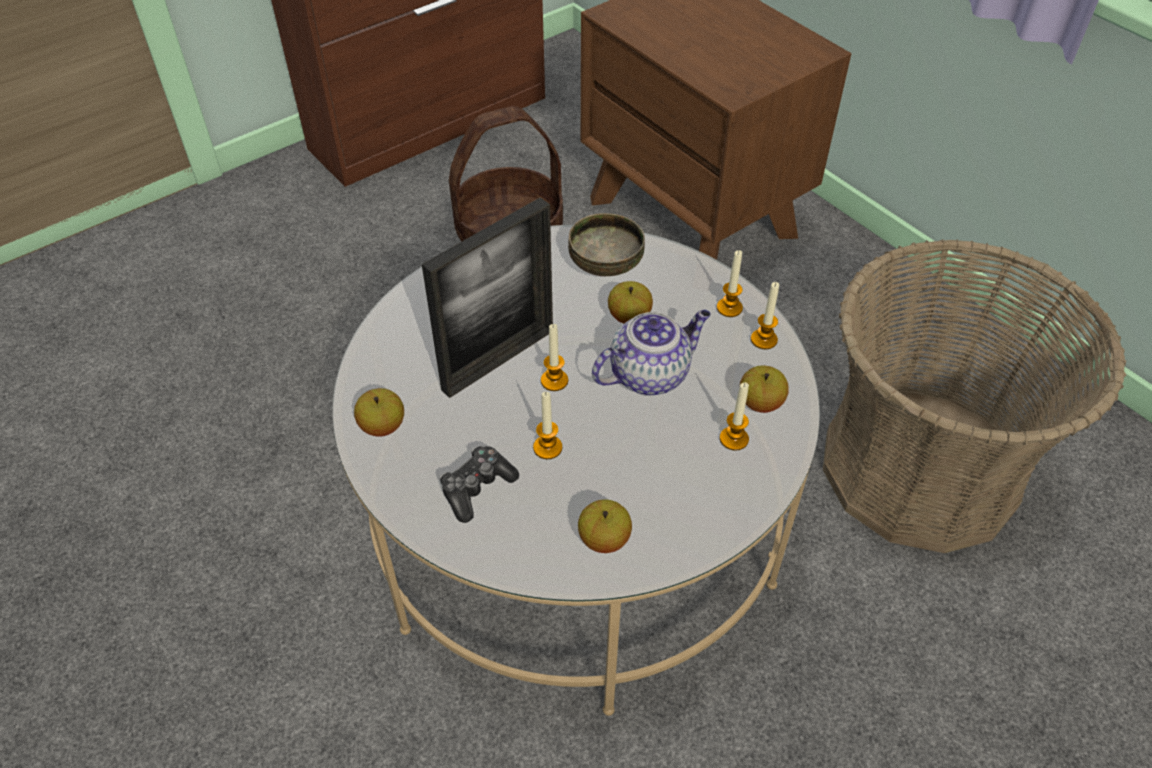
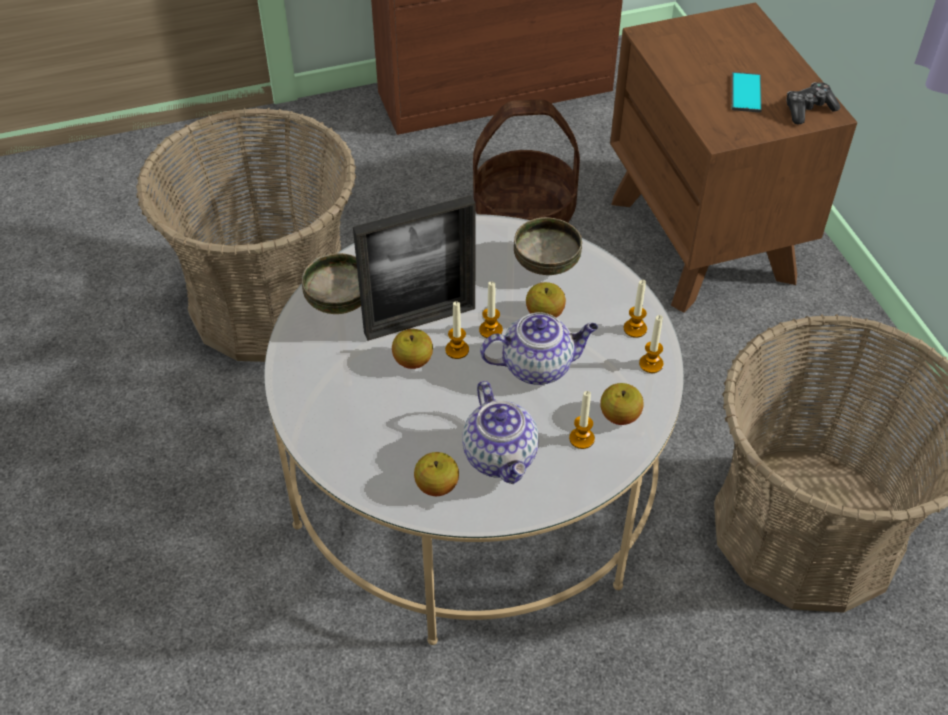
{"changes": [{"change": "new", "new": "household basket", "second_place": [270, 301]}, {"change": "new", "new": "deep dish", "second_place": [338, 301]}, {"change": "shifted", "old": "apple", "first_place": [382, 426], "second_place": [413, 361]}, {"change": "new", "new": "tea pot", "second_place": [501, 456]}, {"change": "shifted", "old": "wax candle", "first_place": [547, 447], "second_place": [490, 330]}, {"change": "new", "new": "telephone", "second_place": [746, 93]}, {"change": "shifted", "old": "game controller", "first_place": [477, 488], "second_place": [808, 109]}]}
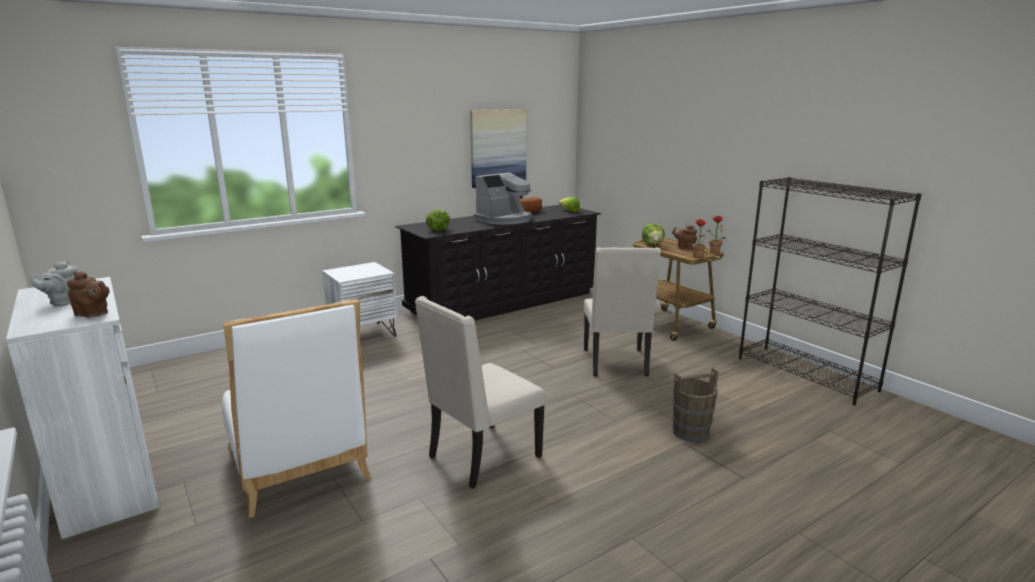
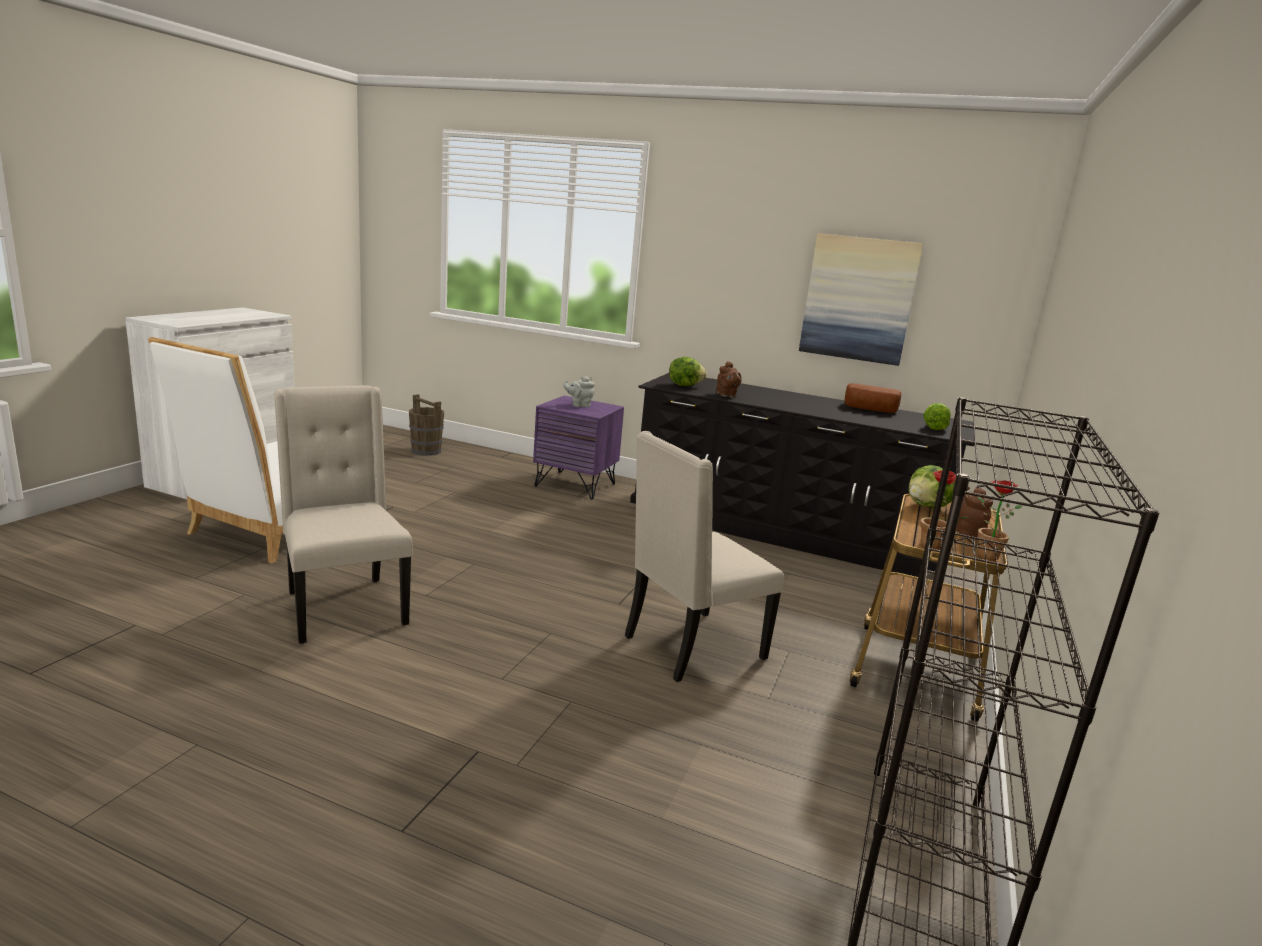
{"changes": [{"change": "rotated", "old": "plain chair (beige)", "first_place": [482, 457], "second_place": [343, 607], "degrees": 45}, {"change": "shifted", "old": "pail (brown)", "first_place": [690, 432], "second_place": [426, 451]}, {"change": "repainted", "old": "nightstand (whitish)", "new": "nightstand (purple-coloured)", "first_place": [363, 335], "second_place": [575, 485]}, {"change": "shifted", "old": "tea pot (greyish)", "first_place": [63, 303], "second_place": [579, 405]}, {"change": "shifted", "old": "tea pot (brown)", "first_place": [93, 314], "second_place": [726, 395]}, {"change": "gone", "old": "coffee maker", "first_place": [504, 219]}]}
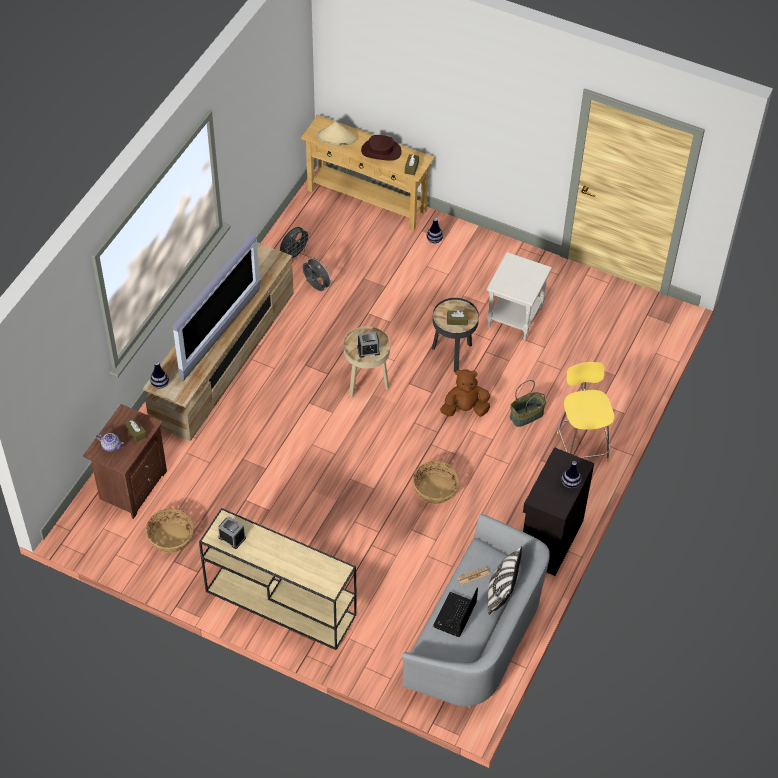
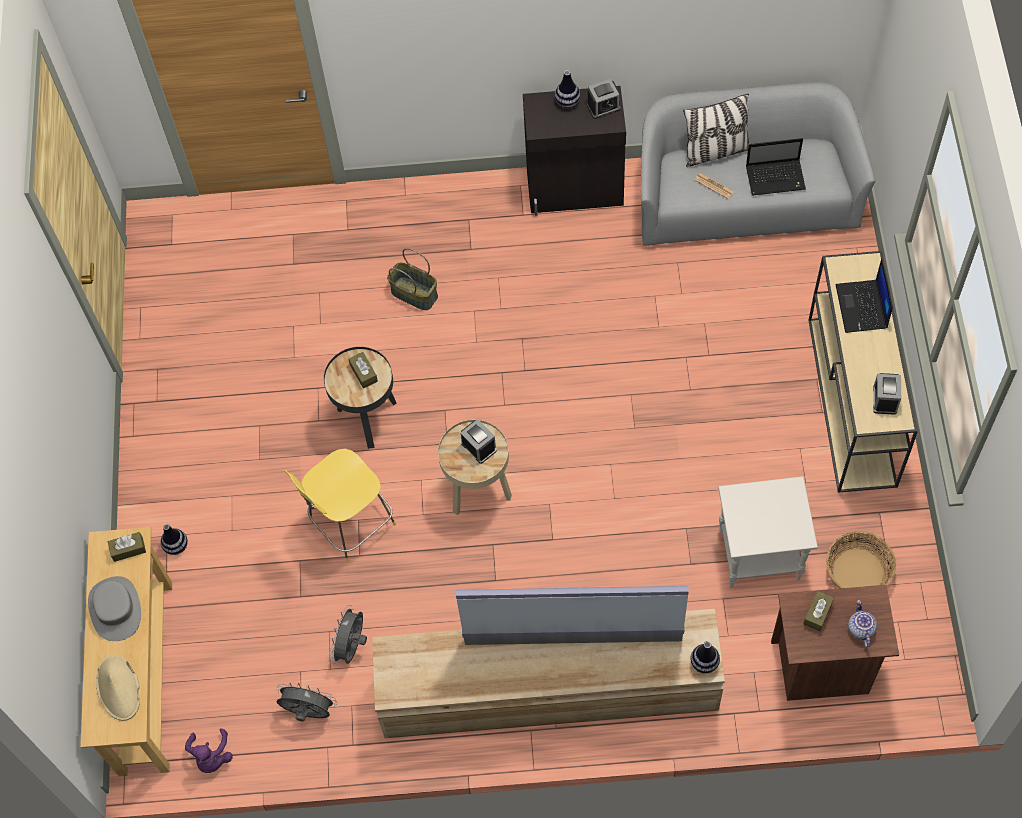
{"changes": [{"change": "repainted", "old": "wearable hat (brown)", "new": "wearable hat (greyish)", "first_place": [381, 151], "second_place": [116, 609]}, {"change": "new", "new": "plush toy (purple-coloured)", "second_place": [211, 757]}, {"change": "shifted", "old": "stool (yellow-coloured)", "first_place": [582, 445], "second_place": [350, 523]}, {"change": "new", "new": "bedside clock", "second_place": [603, 106]}, {"change": "shifted", "old": "end table (whitish)", "first_place": [515, 318], "second_place": [760, 553]}, {"change": "new", "new": "notebook computer", "second_place": [862, 307]}, {"change": "gone", "old": "household basket", "first_place": [435, 489]}, {"change": "gone", "old": "plush toy (brown)", "first_place": [465, 409]}]}
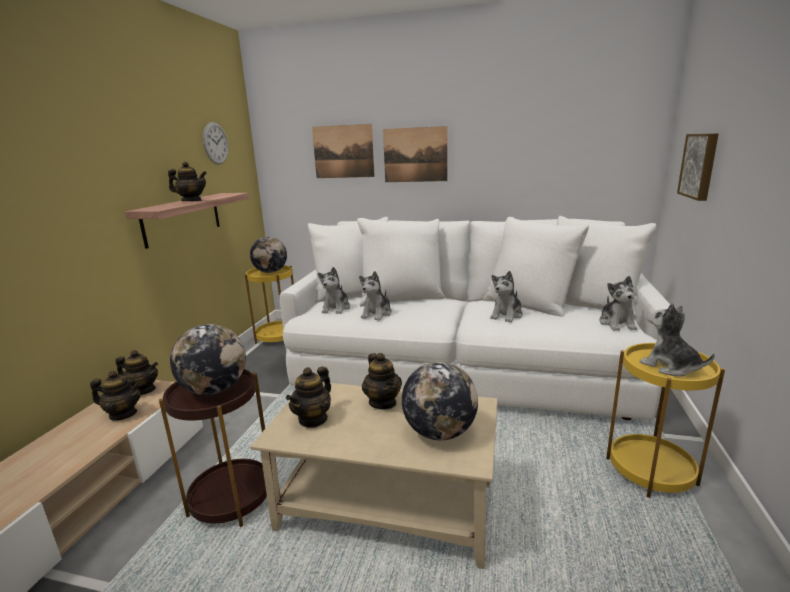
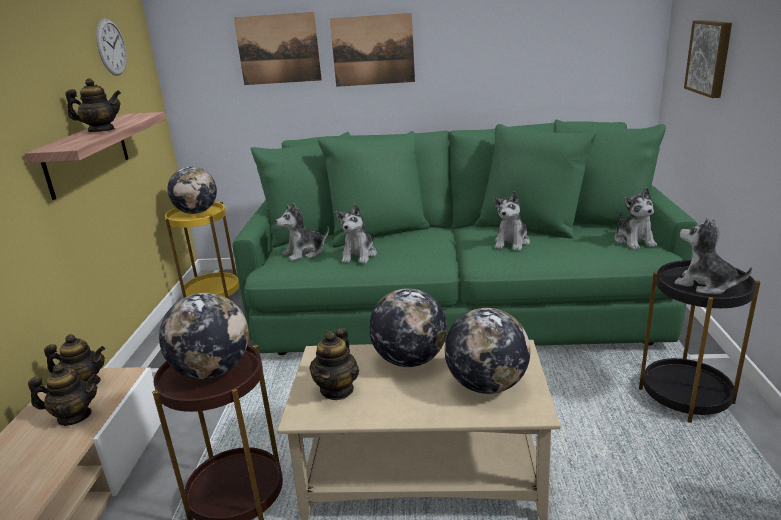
{"changes": [{"change": "repainted", "old": "couch (whitish)", "new": "couch (green-coloured)", "first_place": [464, 364], "second_place": [456, 303]}, {"change": "rotated", "old": "plush toy", "first_place": [336, 308], "second_place": [305, 253], "degrees": 60}, {"change": "swapped", "old": "tea pot", "new": "world globe", "first_place": [383, 402], "second_place": [409, 360]}, {"change": "repainted", "old": "end table (yellow-coloured)", "new": "end table (black)", "first_place": [650, 471], "second_place": [685, 396]}]}
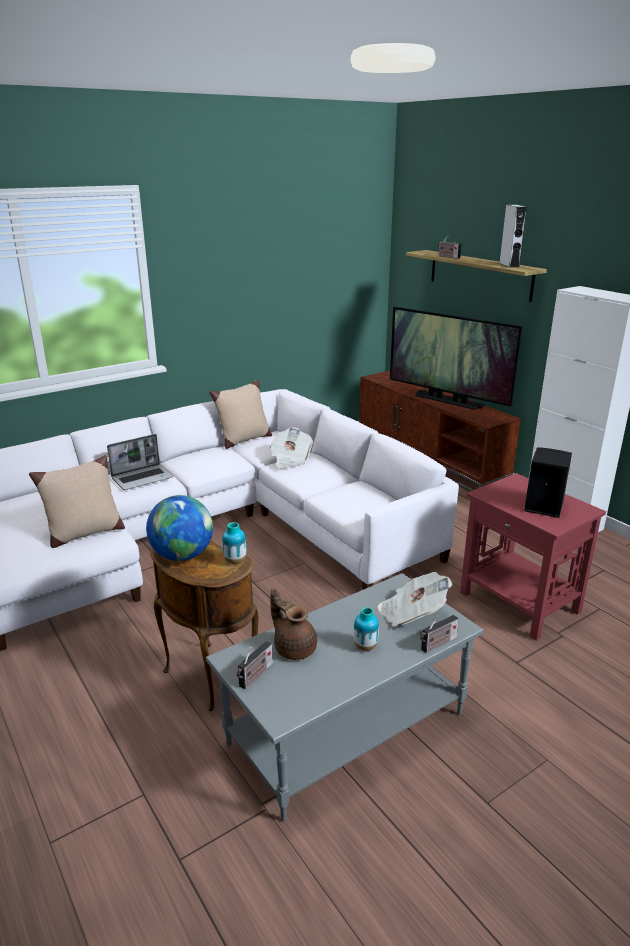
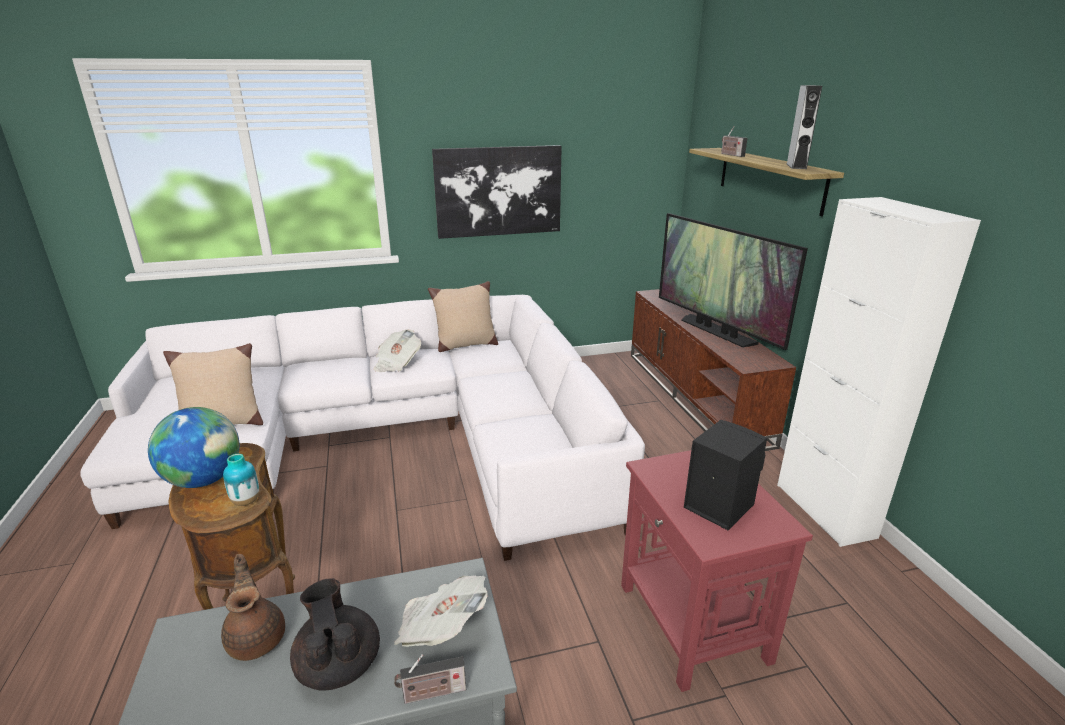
{"changes": [{"change": "swapped", "old": "vase", "new": "tea pot (black)", "first_place": [365, 646], "second_place": [339, 664]}, {"change": "shifted", "old": "newspaper", "first_place": [290, 459], "second_place": [397, 363]}, {"change": "new", "new": "wall art", "second_place": [498, 191]}, {"change": "gone", "old": "notebook computer", "first_place": [143, 478]}, {"change": "gone", "old": "radio", "first_place": [255, 676]}]}
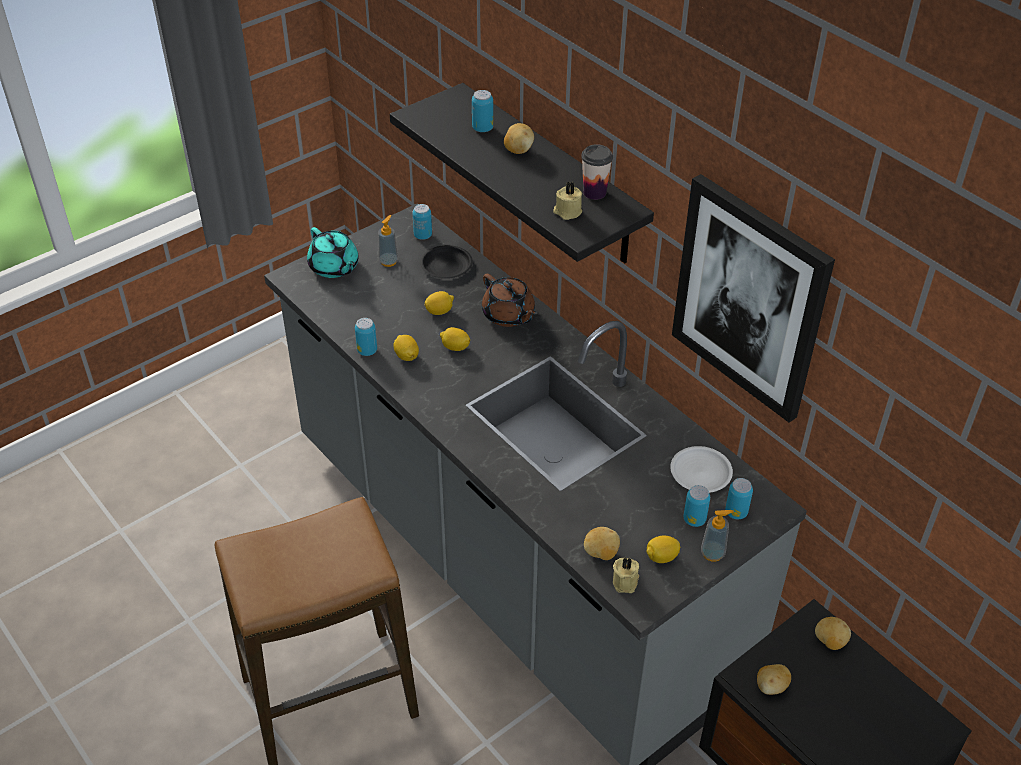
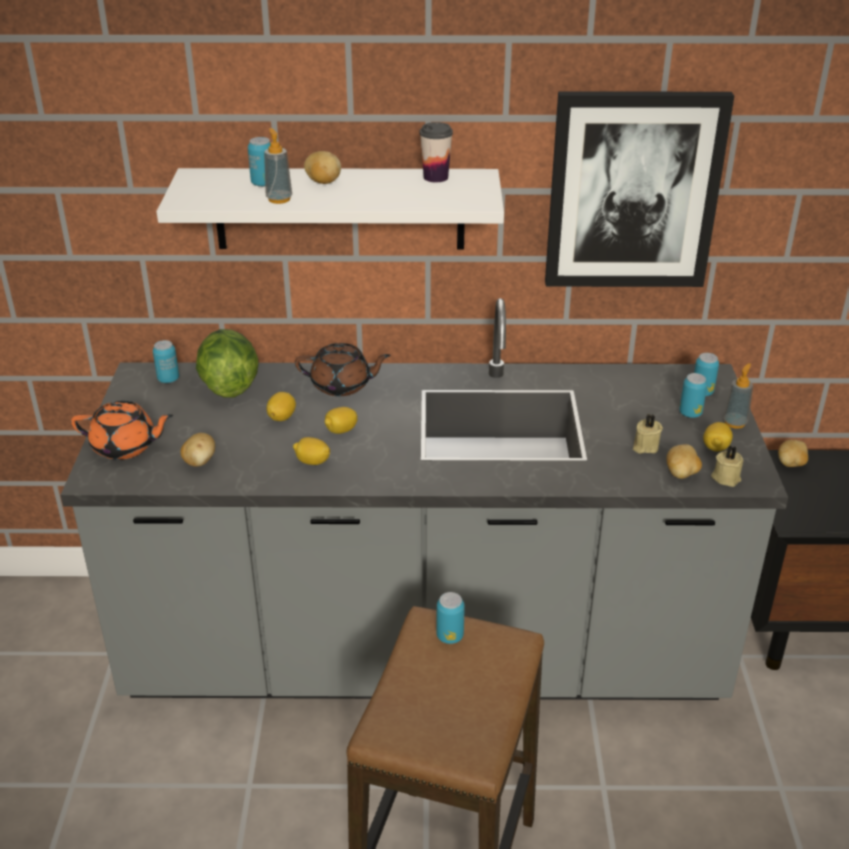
{"changes": [{"change": "repainted", "old": "tea pot (turquoise)", "new": "tea pot (orangey)", "first_place": [334, 267], "second_place": [125, 447]}, {"change": "repainted", "old": "shelf (black)", "new": "shelf (whitish)", "first_place": [551, 175], "second_place": [339, 208]}, {"change": "shifted", "old": "whole potato", "first_place": [771, 687], "second_place": [200, 462]}, {"change": "swapped", "old": "plate (black)", "new": "lettuce", "first_place": [446, 265], "second_place": [228, 386]}, {"change": "shifted", "old": "soap dispenser", "first_place": [388, 261], "second_place": [279, 199]}, {"change": "shifted", "old": "can", "first_place": [367, 351], "second_place": [450, 636]}, {"change": "shifted", "old": "wax candle (beige)", "first_place": [567, 212], "second_place": [644, 446]}, {"change": "gone", "old": "plate (whitish)", "first_place": [701, 472]}]}
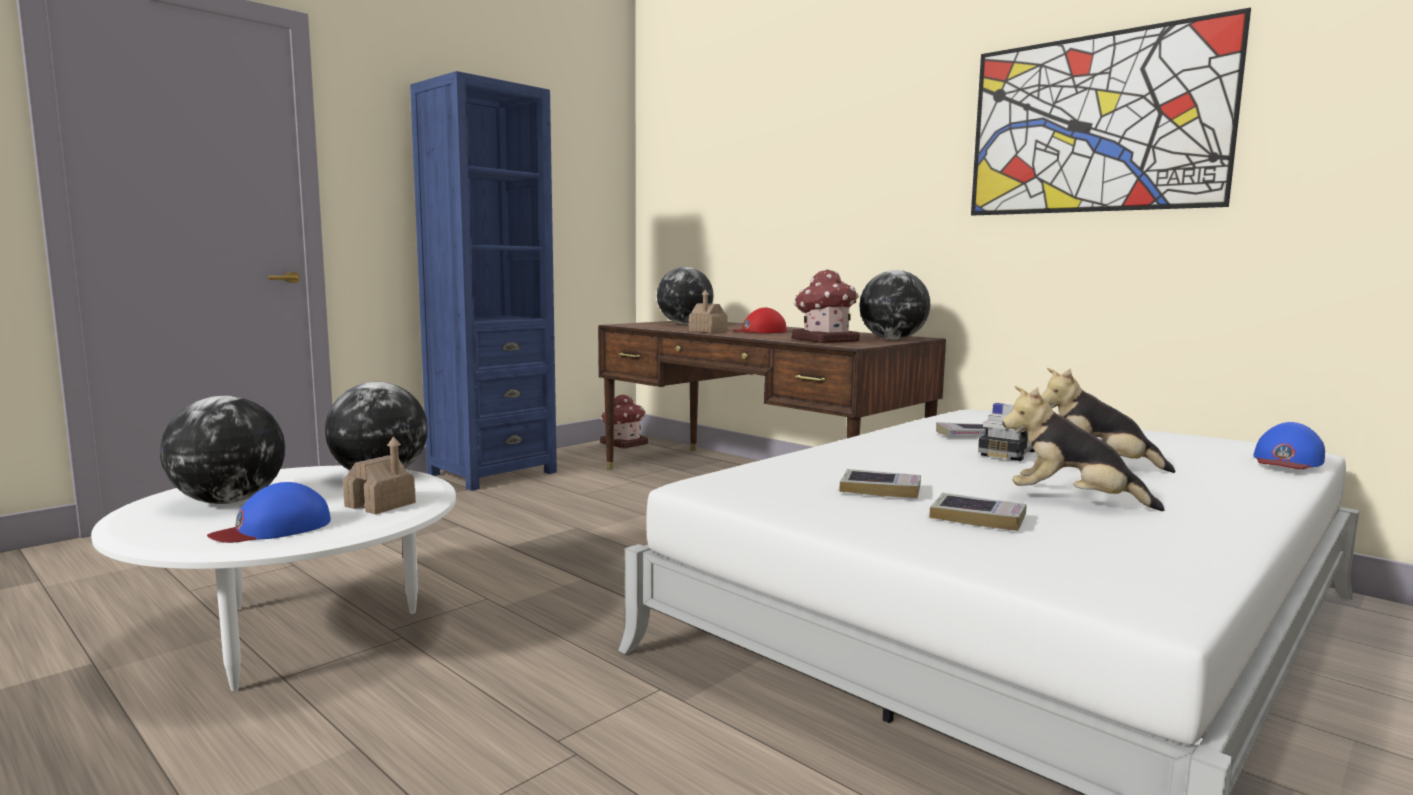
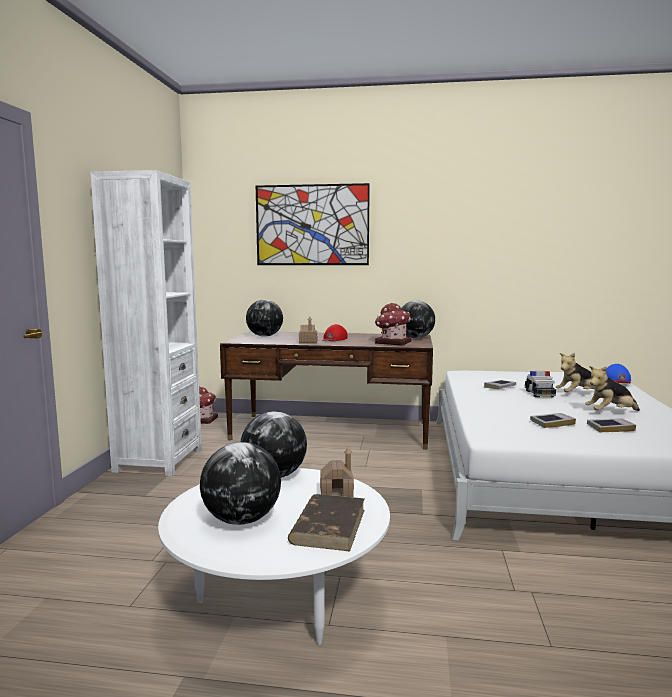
{"changes": [{"change": "repainted", "old": "bookshelf (blue-coloured)", "new": "bookshelf (whitish)", "first_place": [492, 473], "second_place": [158, 460]}, {"change": "shifted", "old": "wall art", "first_place": [1095, 124], "second_place": [312, 225]}, {"change": "swapped", "old": "cap (blue-coloured)", "new": "book (brown)", "first_place": [274, 528], "second_place": [328, 525]}]}
